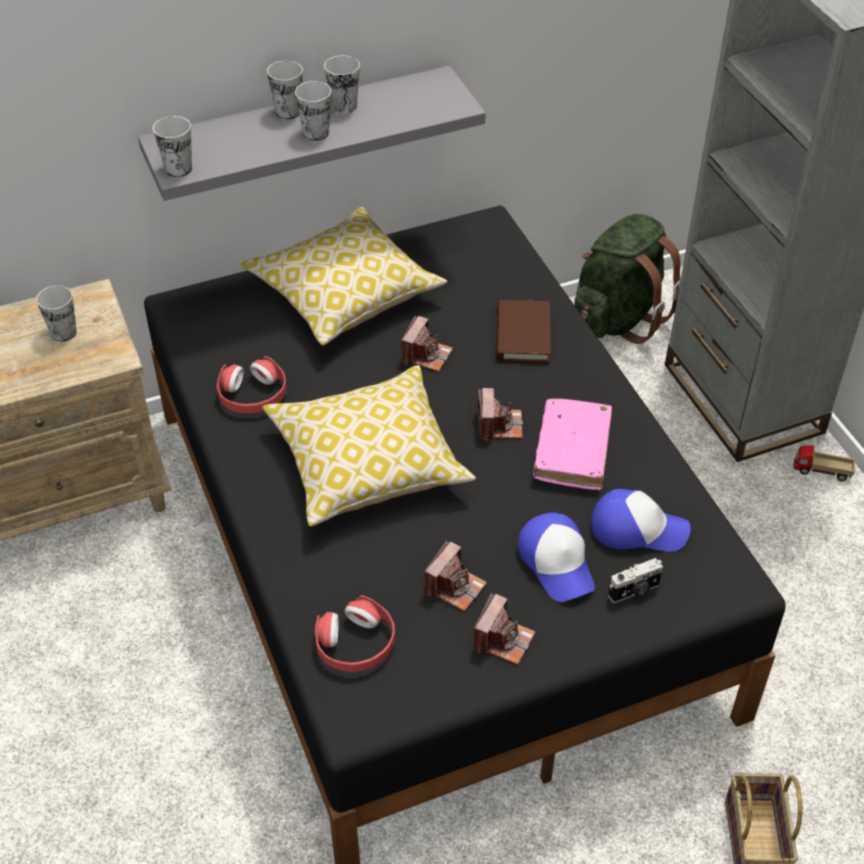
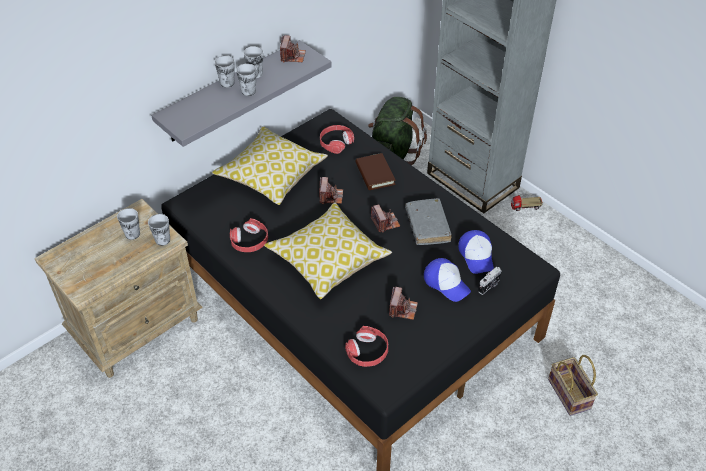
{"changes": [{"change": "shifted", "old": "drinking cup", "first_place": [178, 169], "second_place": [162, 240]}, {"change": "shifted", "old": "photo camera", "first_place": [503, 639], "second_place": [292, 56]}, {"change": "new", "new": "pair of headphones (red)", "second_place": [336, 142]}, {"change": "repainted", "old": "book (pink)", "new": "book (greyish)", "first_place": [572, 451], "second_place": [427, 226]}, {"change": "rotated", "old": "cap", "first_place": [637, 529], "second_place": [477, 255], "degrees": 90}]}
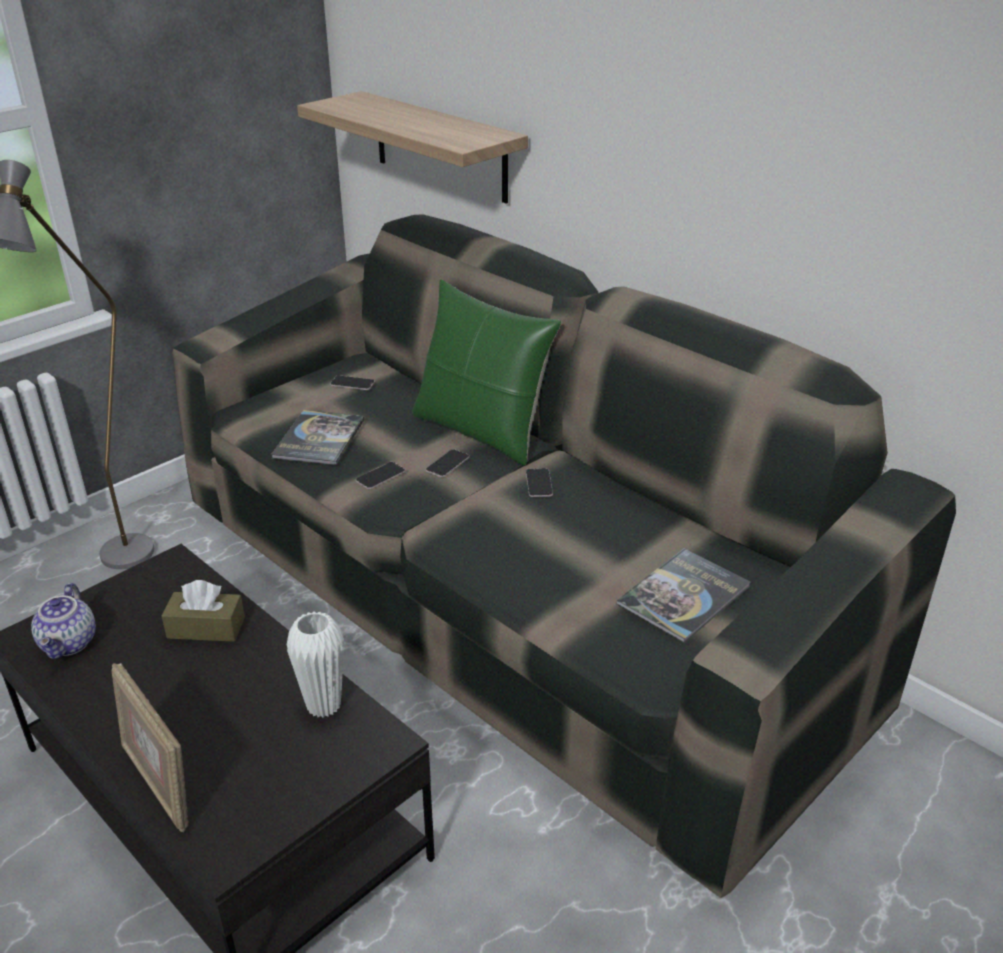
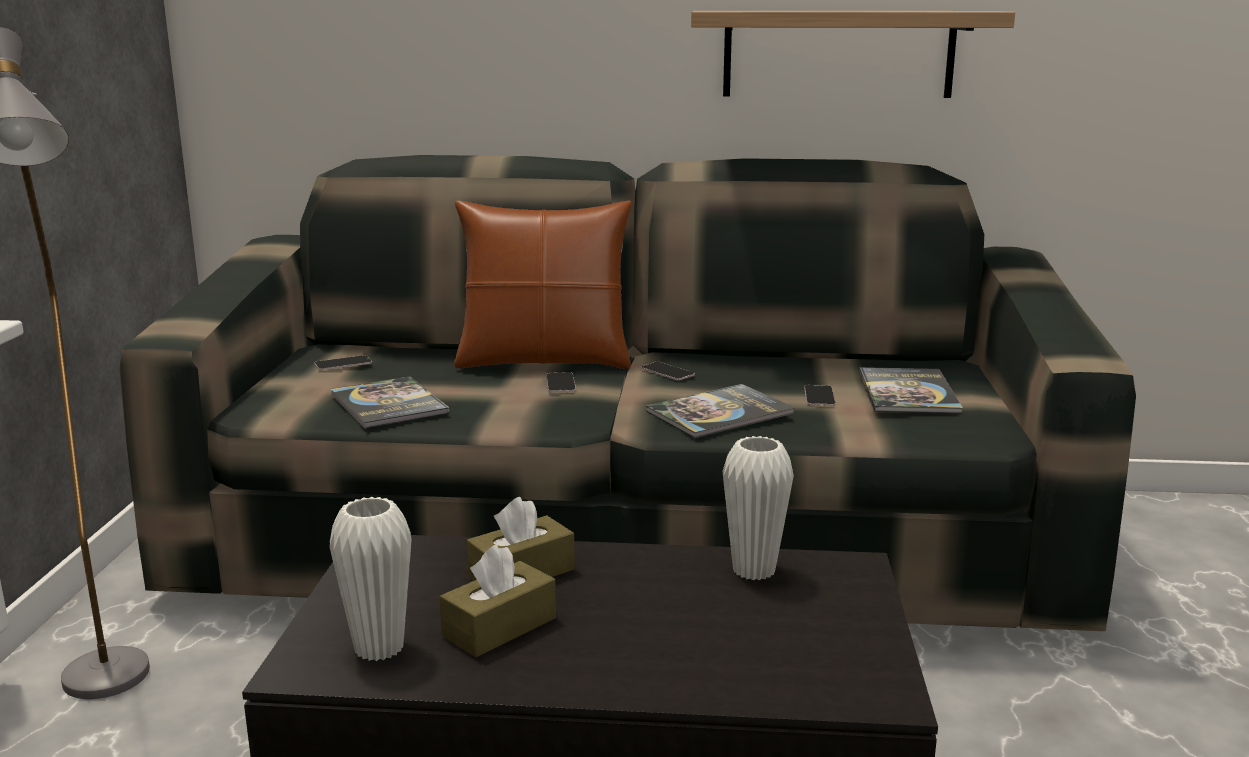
{"changes": [{"change": "swapped", "old": "tea pot", "new": "vase (whitish)", "first_place": [70, 644], "second_place": [379, 648]}, {"change": "new", "new": "tissue holder (brown)", "second_place": [499, 627]}, {"change": "repainted", "old": "pillow (green-coloured)", "new": "pillow (brown)", "first_place": [481, 431], "second_place": [544, 361]}, {"change": "new", "new": "book", "second_place": [719, 413]}, {"change": "shifted", "old": "shelf", "first_place": [440, 147], "second_place": [838, 54]}, {"change": "shifted", "old": "telephone", "first_place": [380, 476], "second_place": [819, 396]}, {"change": "gone", "old": "photo frame", "first_place": [159, 783]}]}
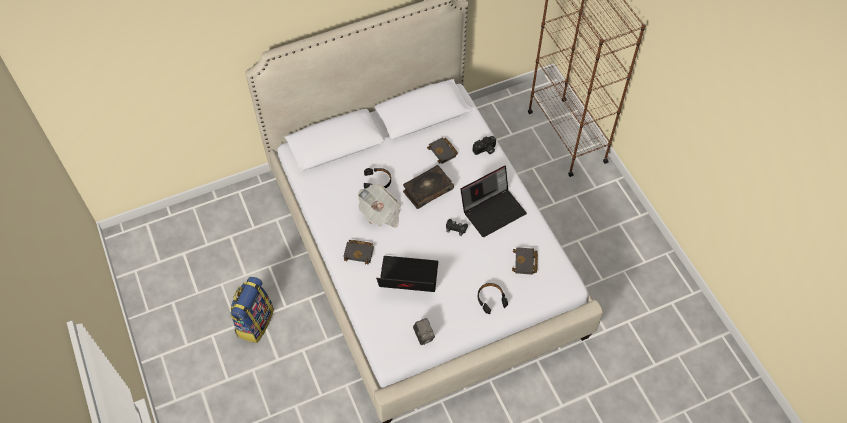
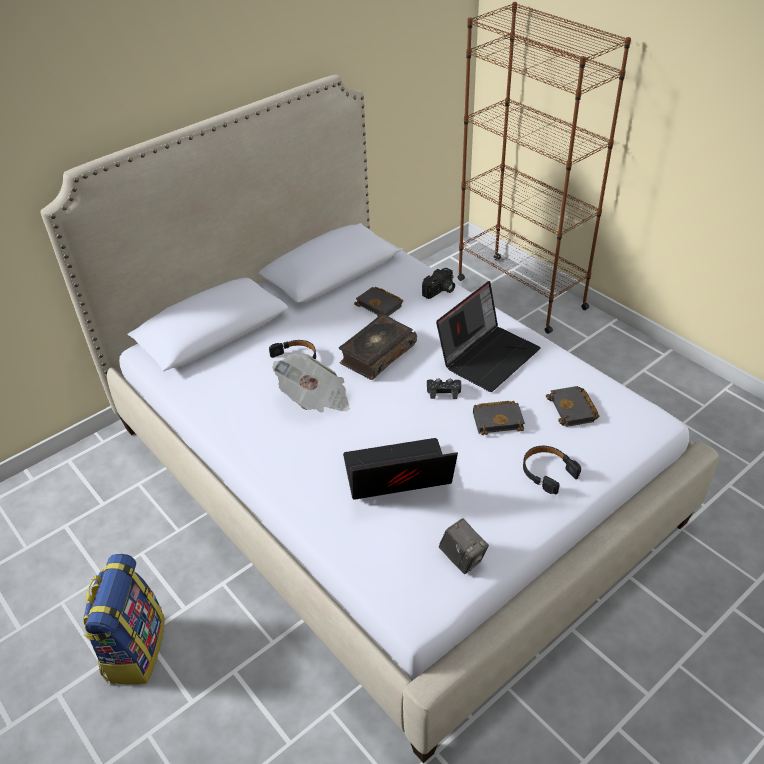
{"changes": [{"change": "shifted", "old": "book (black)", "first_place": [359, 252], "second_place": [498, 419]}]}
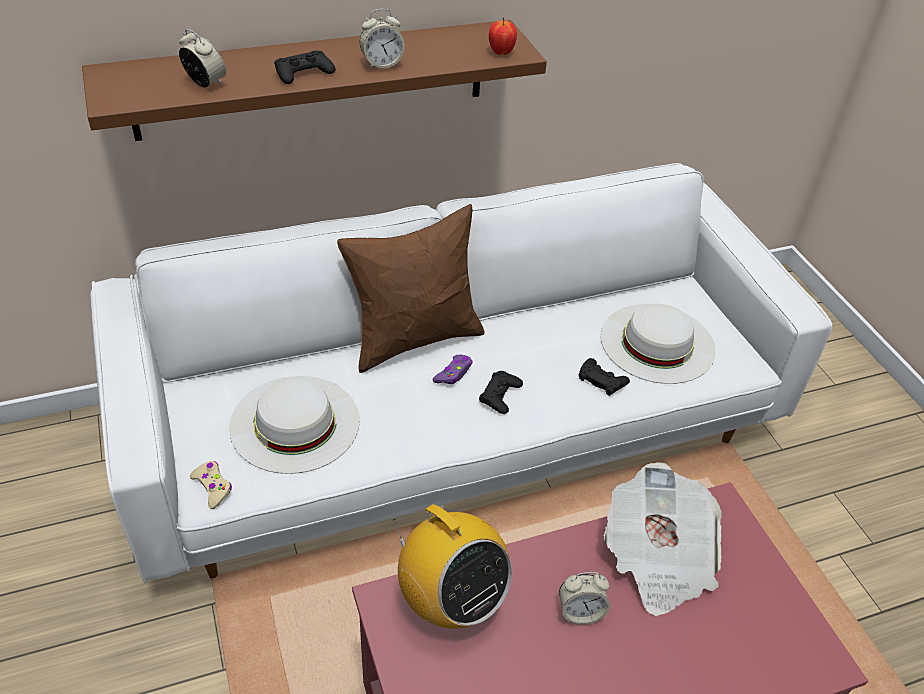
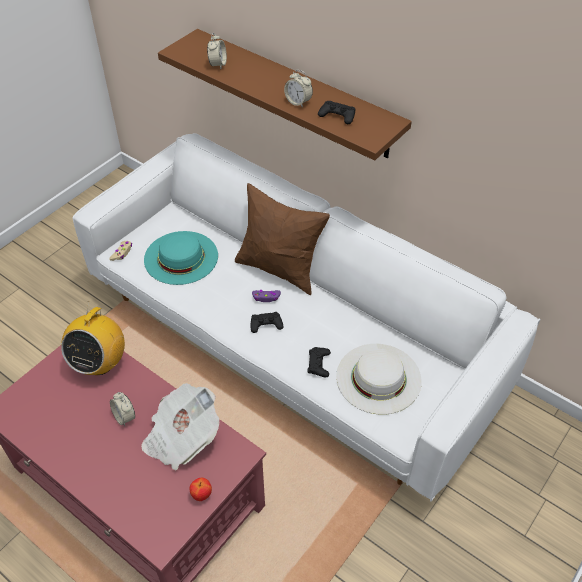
{"changes": [{"change": "repainted", "old": "wearable hat (whitish)", "new": "wearable hat (turquoise)", "first_place": [294, 423], "second_place": [181, 257]}, {"change": "shifted", "old": "apple", "first_place": [501, 52], "second_place": [201, 495]}, {"change": "shifted", "old": "game controller (black)", "first_place": [303, 73], "second_place": [337, 115]}]}
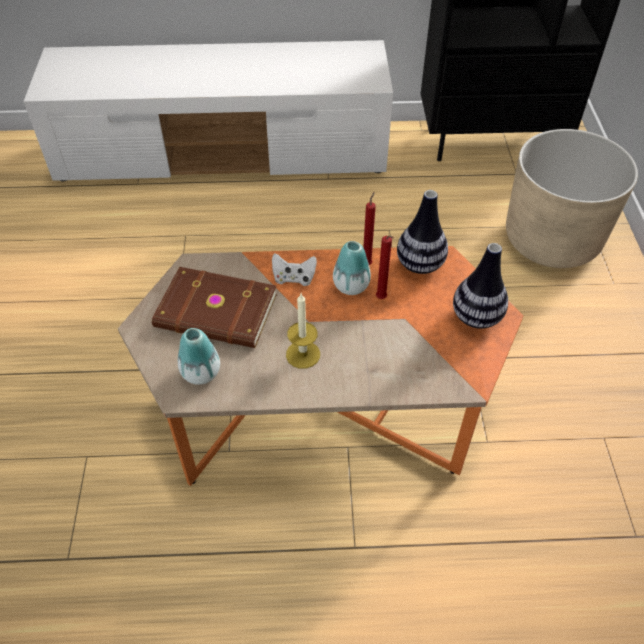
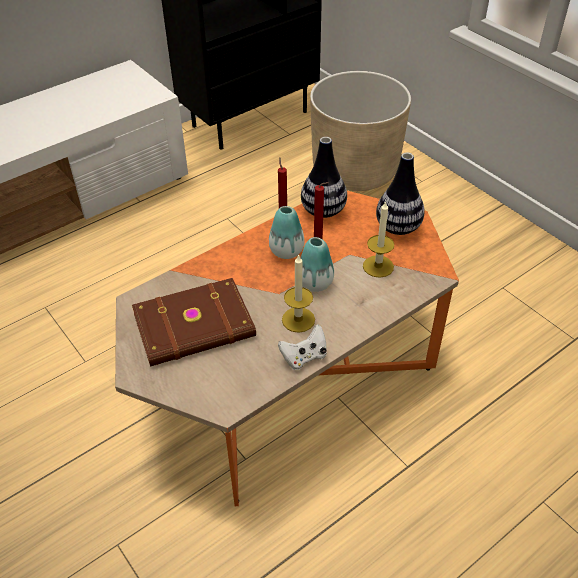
{"changes": [{"change": "shifted", "old": "game controller (whitish)", "first_place": [294, 278], "second_place": [304, 357]}, {"change": "shifted", "old": "vase", "first_place": [201, 373], "second_place": [315, 283]}, {"change": "new", "new": "wax candle", "second_place": [378, 266]}]}
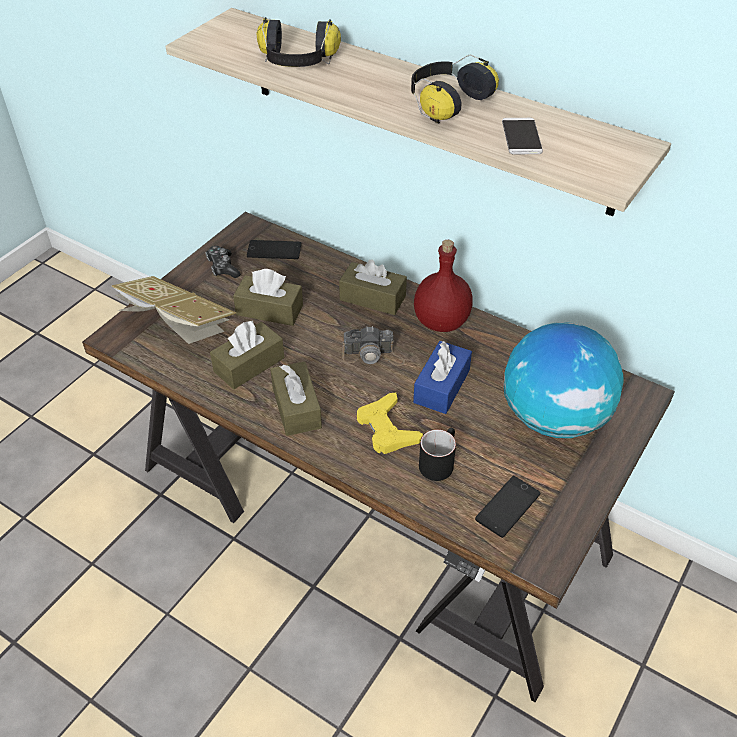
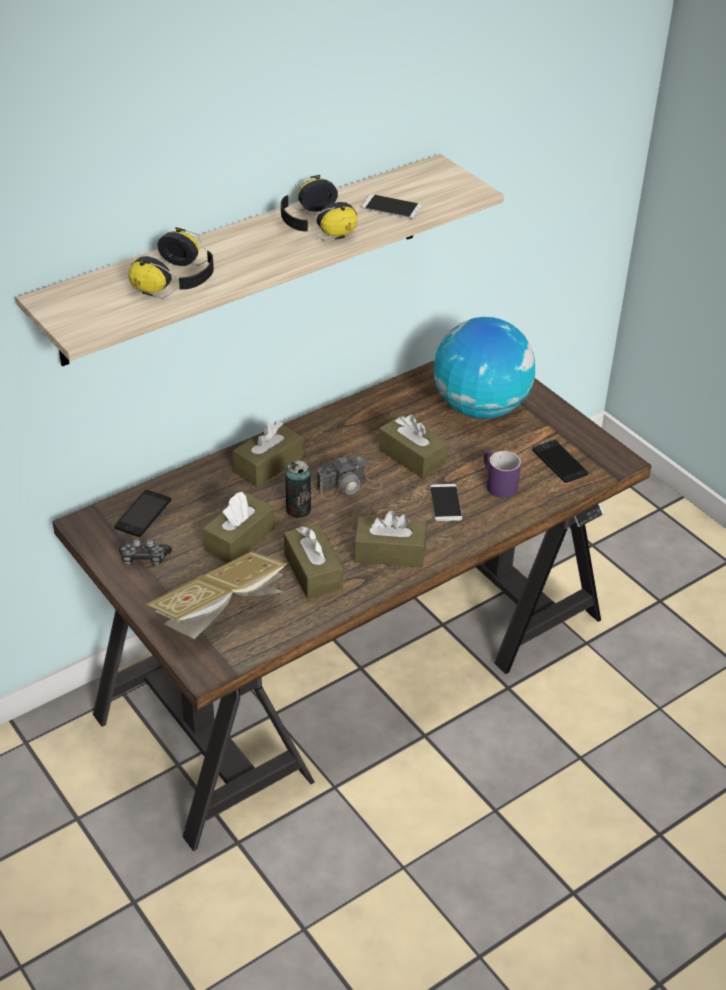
{"changes": [{"change": "new", "new": "can", "second_place": [298, 510]}, {"change": "rotated", "old": "photo camera", "first_place": [373, 355], "second_place": [349, 486], "degrees": 45}, {"change": "repainted", "old": "tissue holder (blue-coloured)", "new": "tissue holder (brown)", "first_place": [441, 386], "second_place": [412, 457]}, {"change": "swapped", "old": "game controller (yellow-coloured)", "new": "telephone", "first_place": [387, 429], "second_place": [445, 503]}, {"change": "repainted", "old": "tea mug (black)", "new": "tea mug (purple-coloured)", "first_place": [438, 461], "second_place": [496, 484]}, {"change": "gone", "old": "bottle (red)", "first_place": [440, 322]}]}
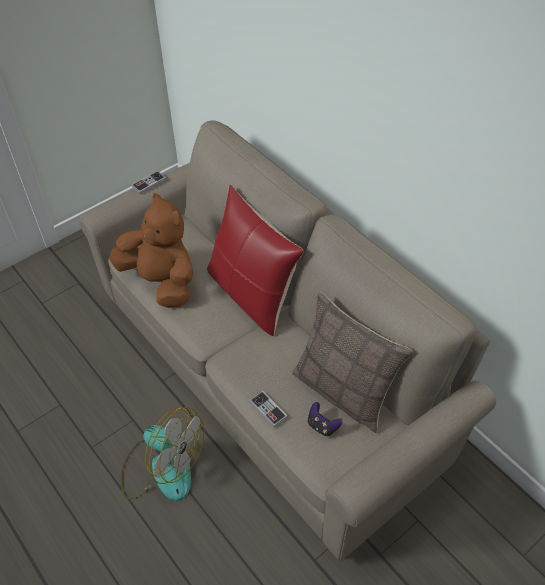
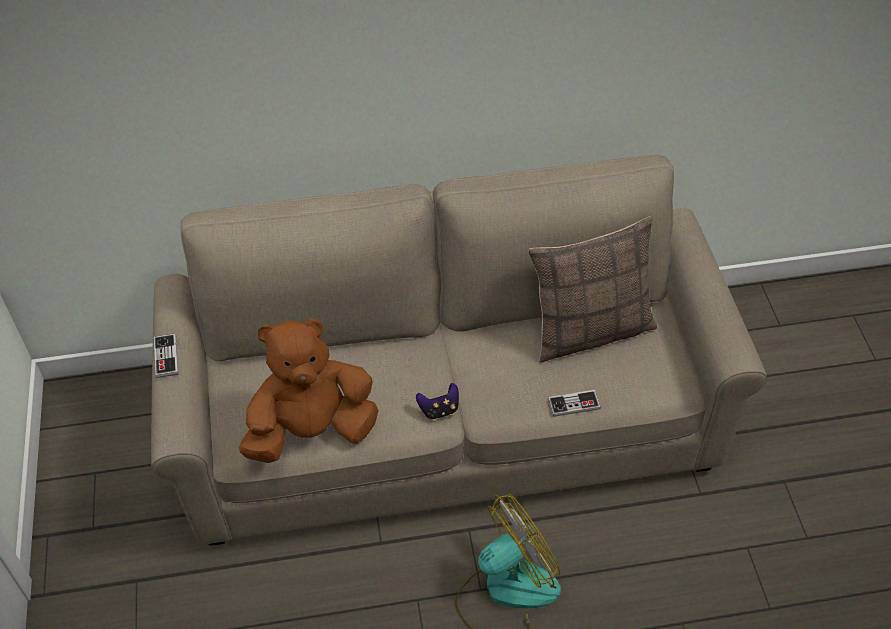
{"changes": [{"change": "shifted", "old": "game controller", "first_place": [322, 426], "second_place": [439, 410]}, {"change": "gone", "old": "pillow (red)", "first_place": [252, 294]}]}
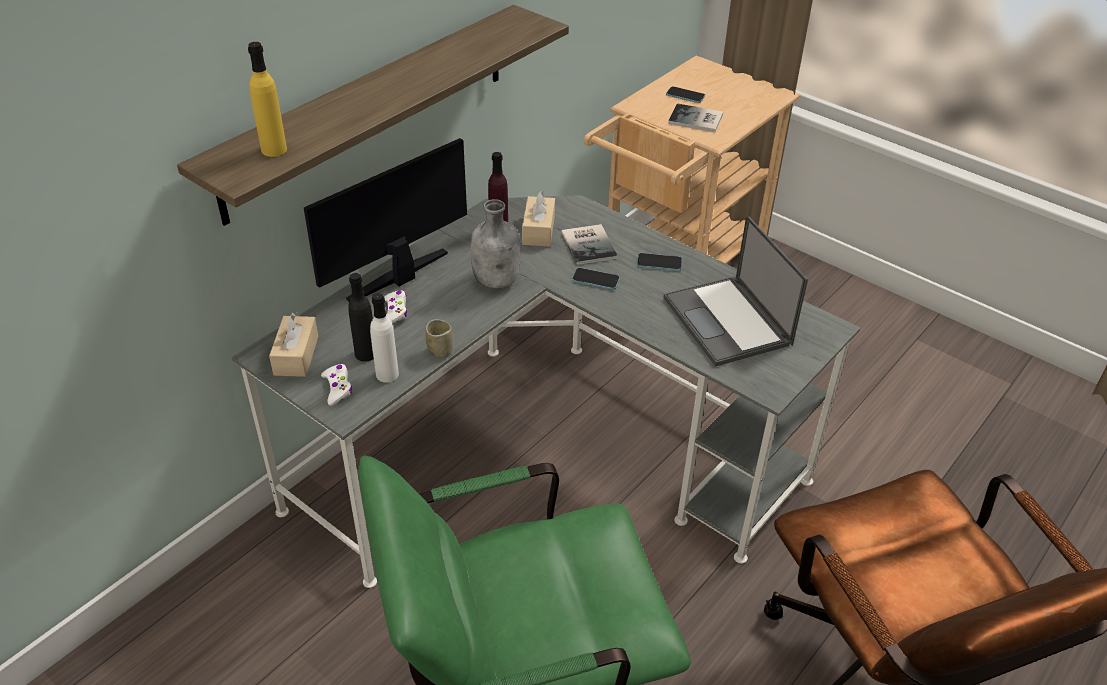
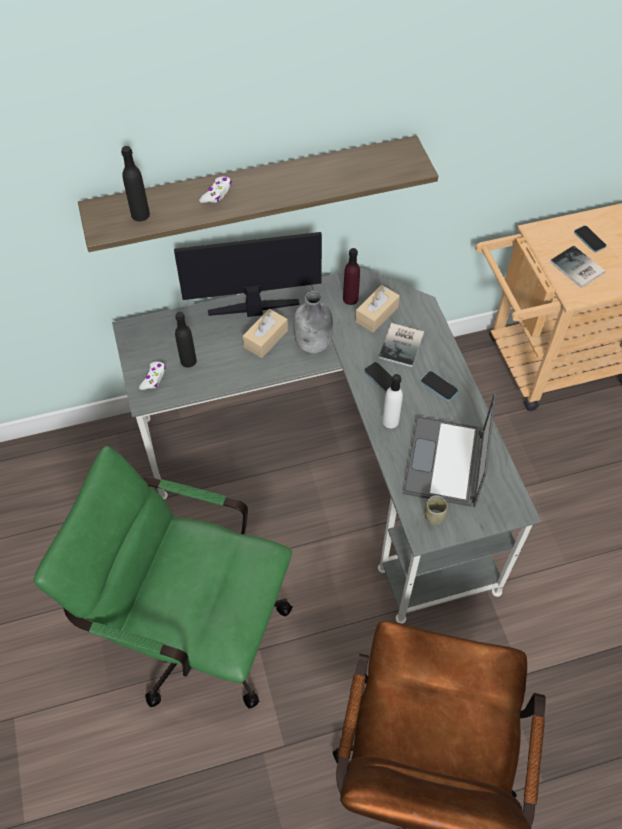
{"changes": [{"change": "repainted", "old": "bottle (yellow-coloured)", "new": "bottle (black)", "first_place": [274, 150], "second_place": [140, 214]}, {"change": "shifted", "old": "game controller (whitish)", "first_place": [395, 311], "second_place": [217, 193]}, {"change": "shifted", "old": "tissue holder (beige)", "first_place": [296, 355], "second_place": [266, 339]}, {"change": "shifted", "old": "bottle (whitish)", "first_place": [387, 374], "second_place": [390, 421]}, {"change": "shifted", "old": "drinking cup", "first_place": [440, 351], "second_place": [434, 517]}]}
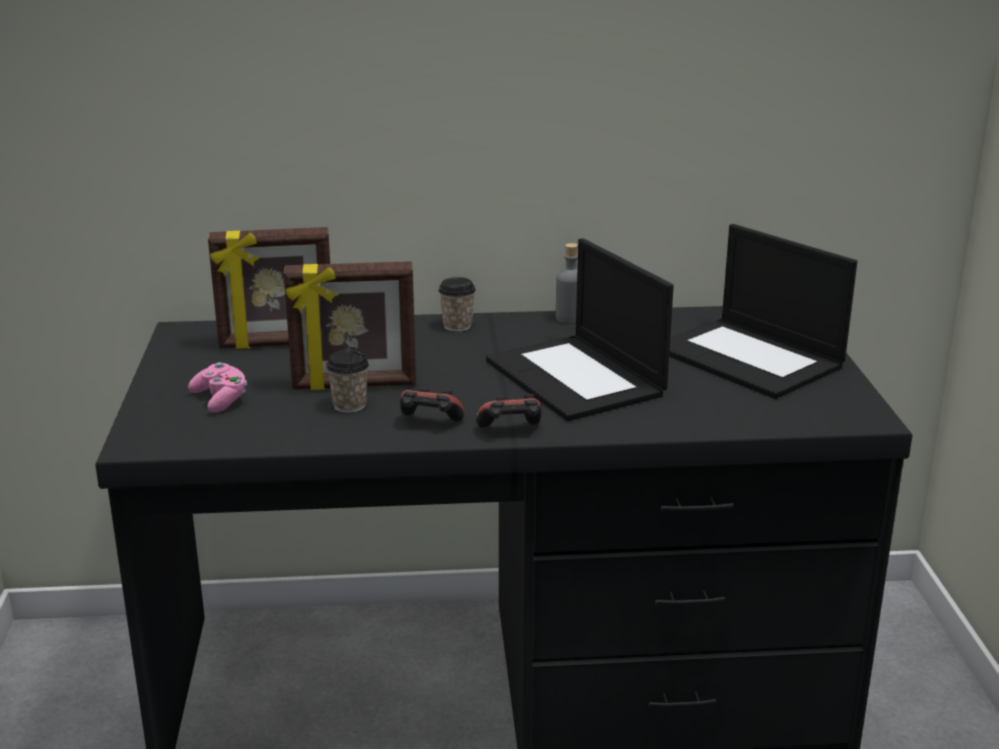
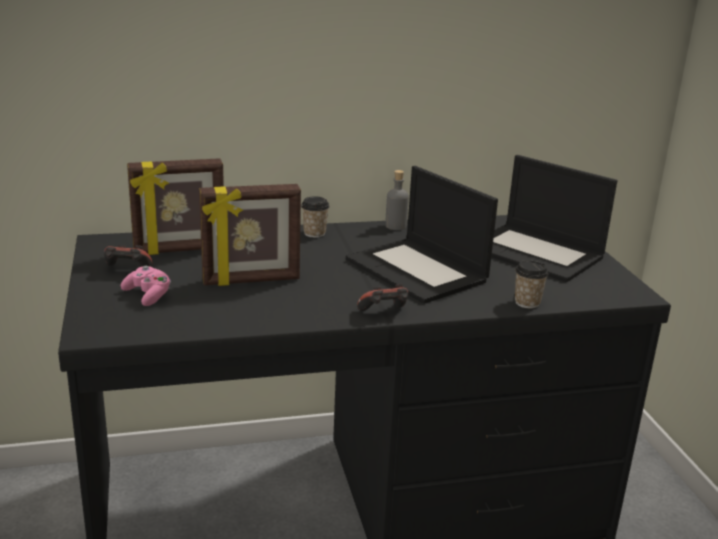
{"changes": [{"change": "shifted", "old": "game controller", "first_place": [430, 423], "second_place": [127, 271]}, {"change": "shifted", "old": "drinking cup", "first_place": [349, 405], "second_place": [527, 303]}]}
